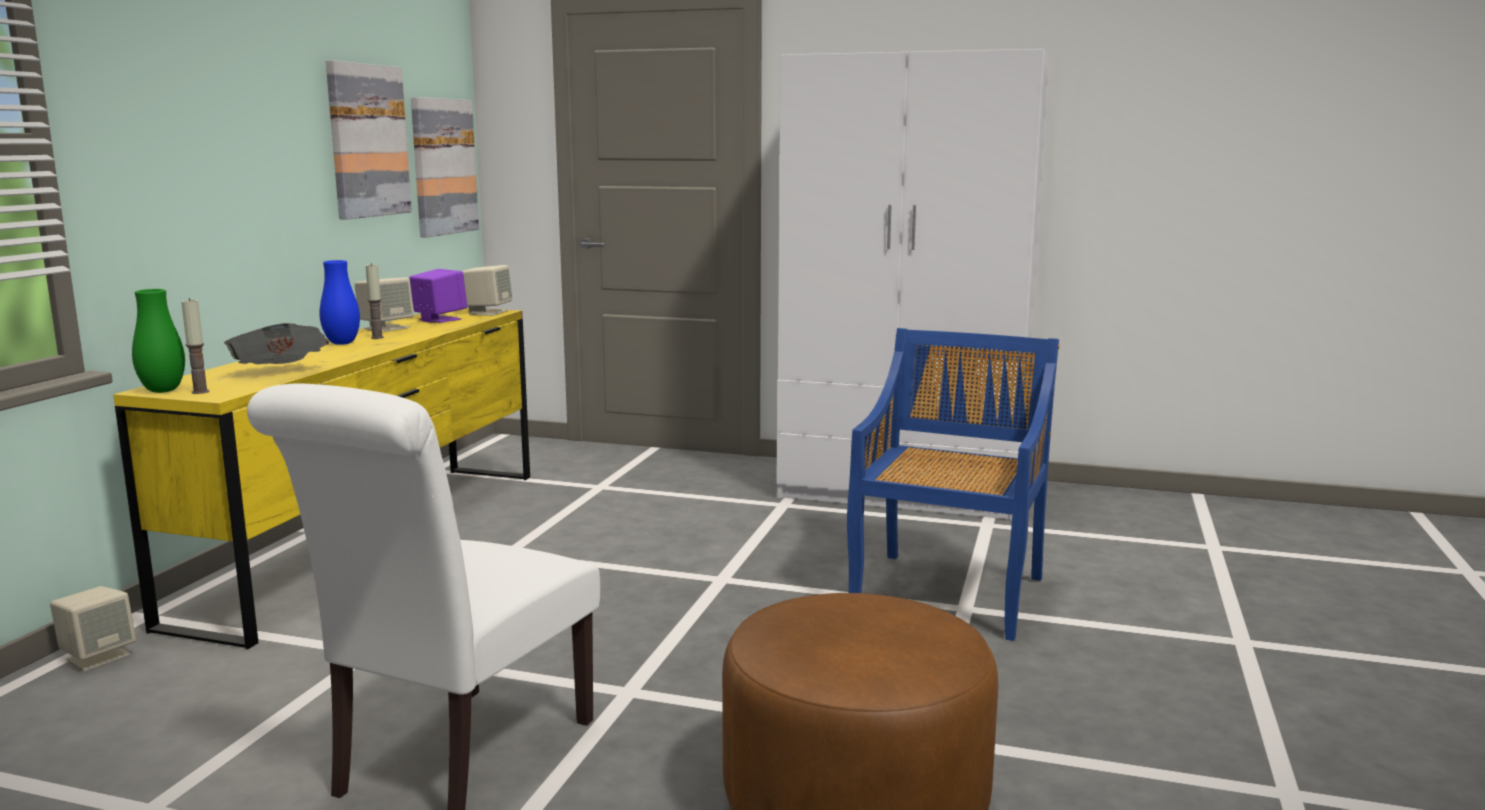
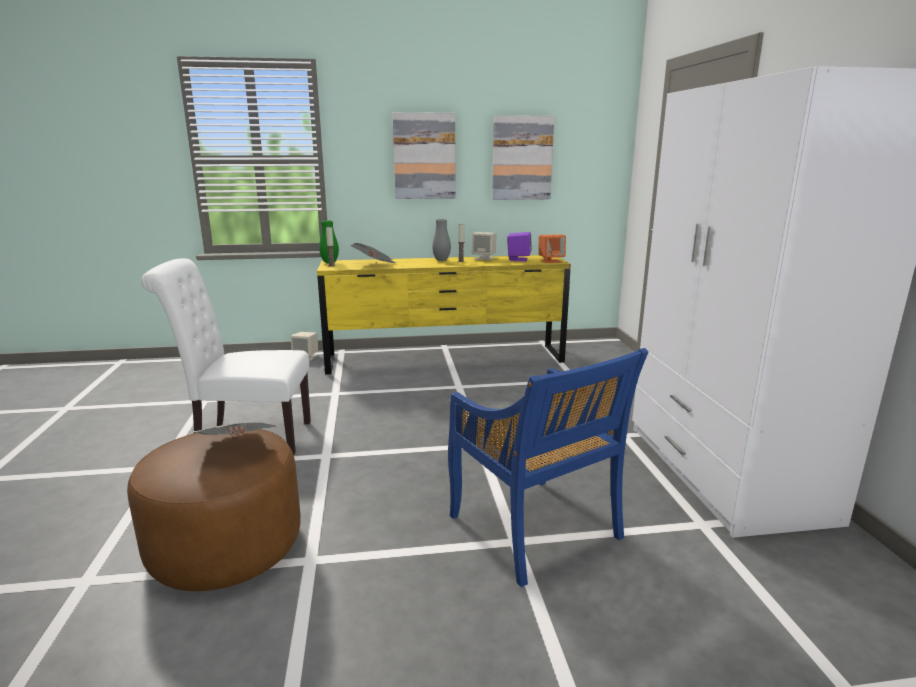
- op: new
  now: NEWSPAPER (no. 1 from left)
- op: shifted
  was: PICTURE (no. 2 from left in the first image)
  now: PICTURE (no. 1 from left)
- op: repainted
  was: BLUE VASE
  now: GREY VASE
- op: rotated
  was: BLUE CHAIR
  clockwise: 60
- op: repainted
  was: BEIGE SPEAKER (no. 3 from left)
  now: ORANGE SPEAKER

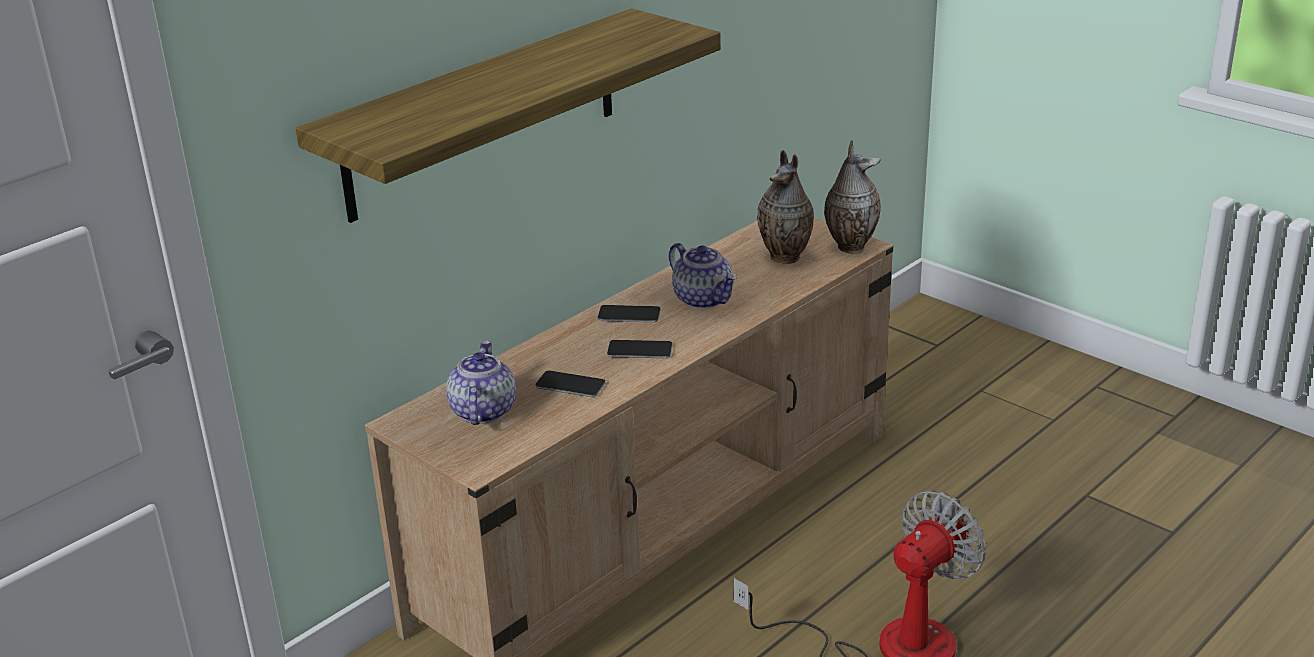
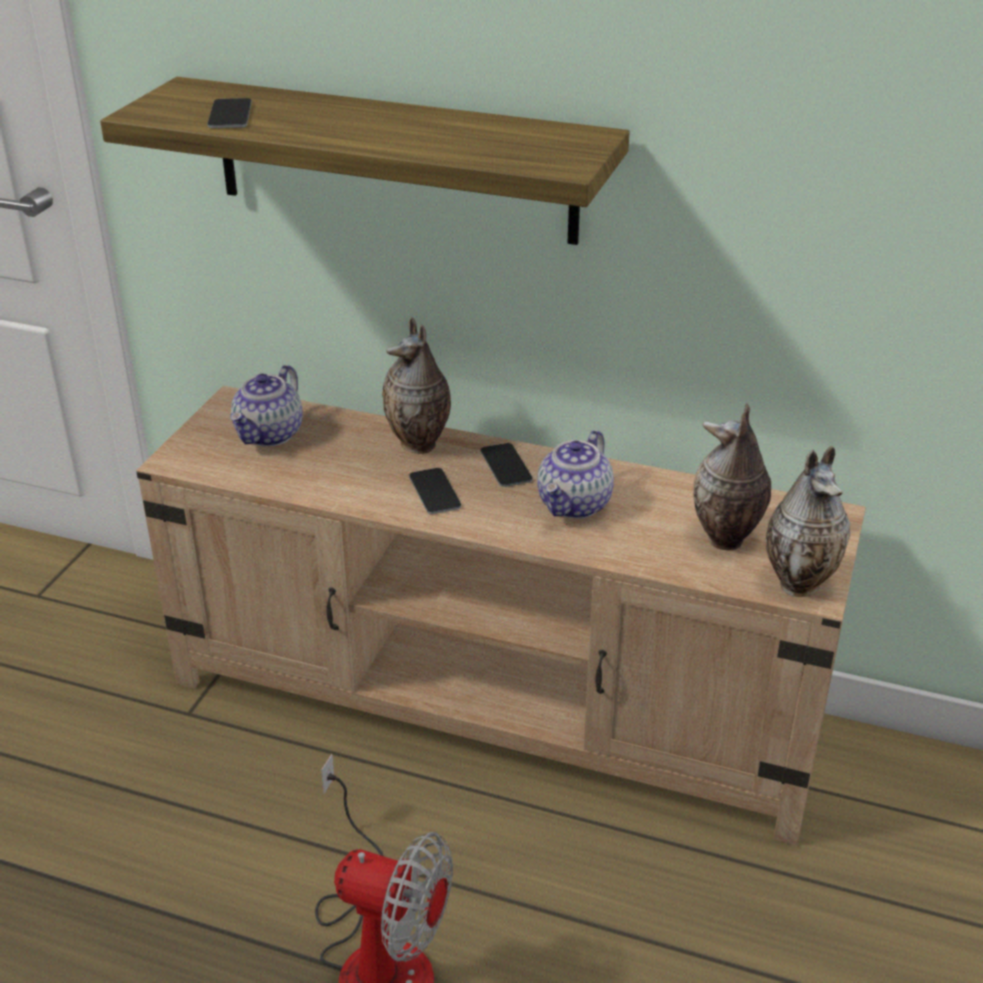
- op: shifted
  was: PHONE (no. 1 from left)
- op: rotated
  was: TEAPOT (no. 1 from left)
  clockwise: 135
- op: new
  now: VASE (no. 1 from left)

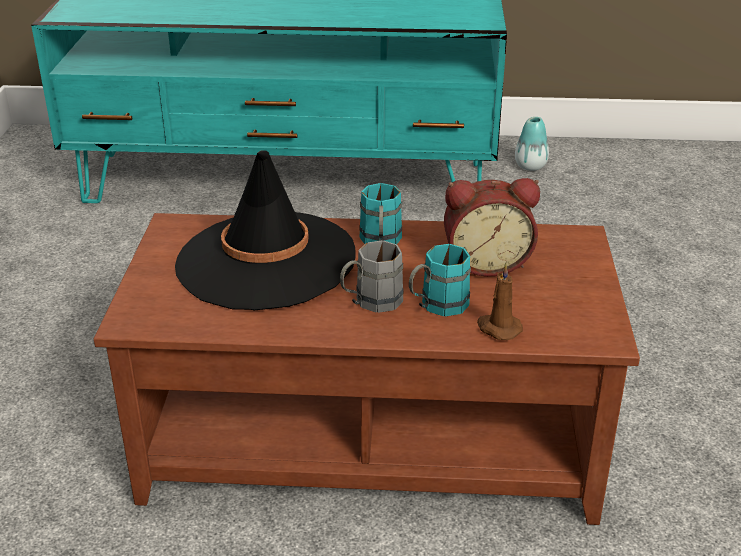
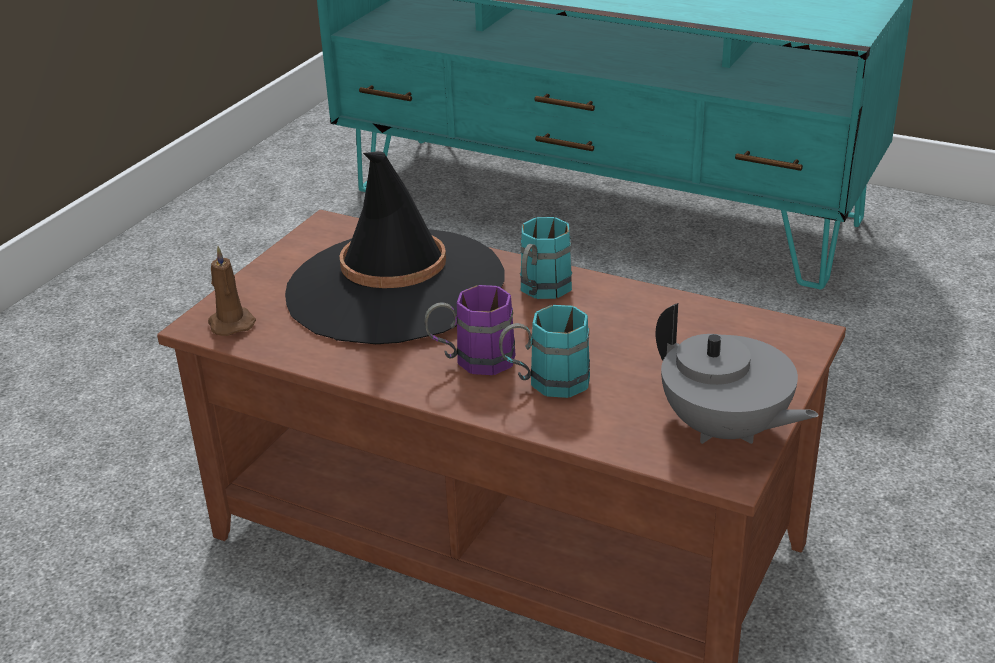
- op: shifted
  was: BROWN CANDLE
- op: repainted
  was: GREY MUG
  now: PURPLE MUG
- op: new
  now: GREY TEAPOT
- op: gone
  was: ALARM CLOCK
- op: gone
  was: VASE

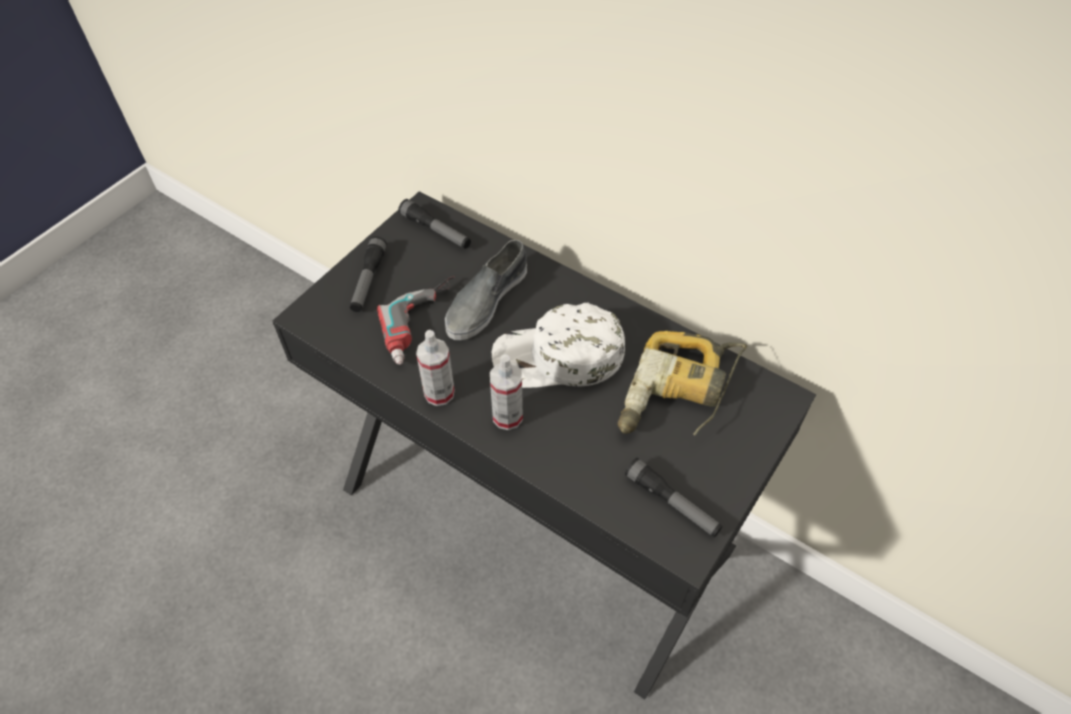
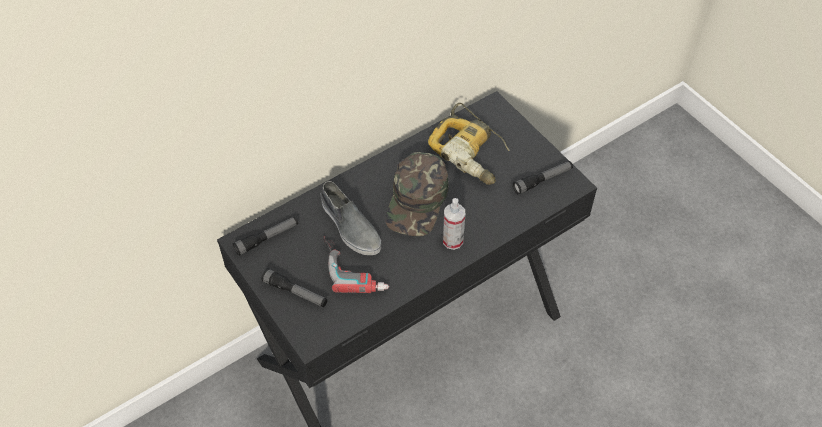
- op: repainted
  was: WHITE CAP
  now: GREEN CAP
- op: gone
  was: SPRAY BOTTLE (no. 1 from left)

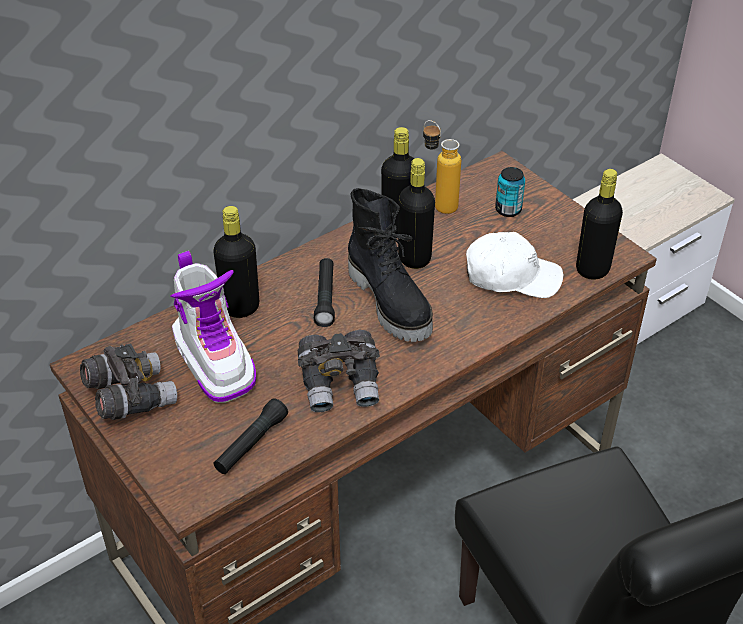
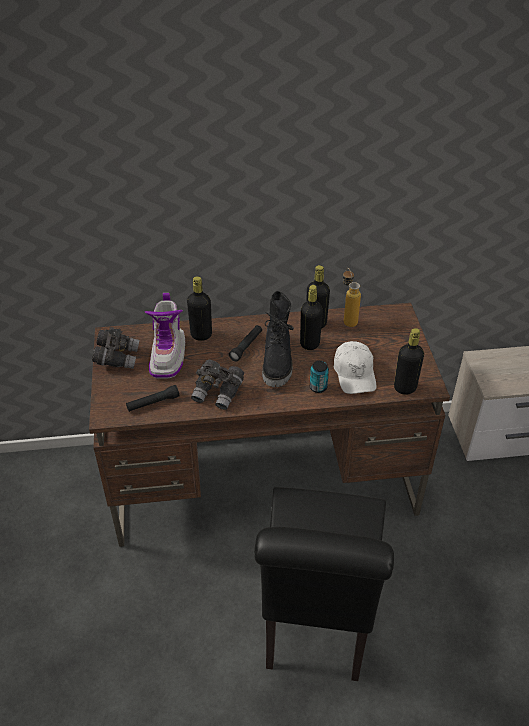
- op: shifted
  was: CAN
- op: rotated
  was: WHITE CAP
  clockwise: 45

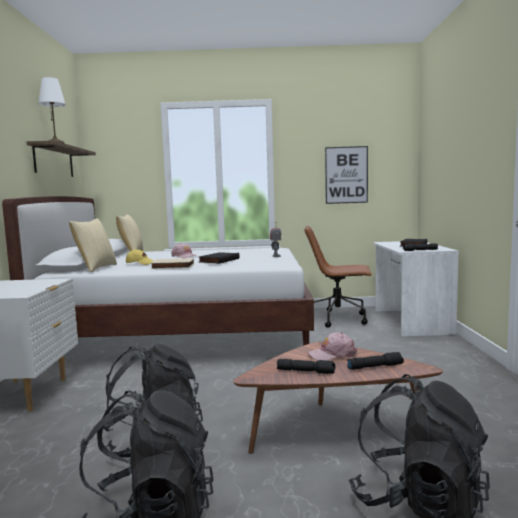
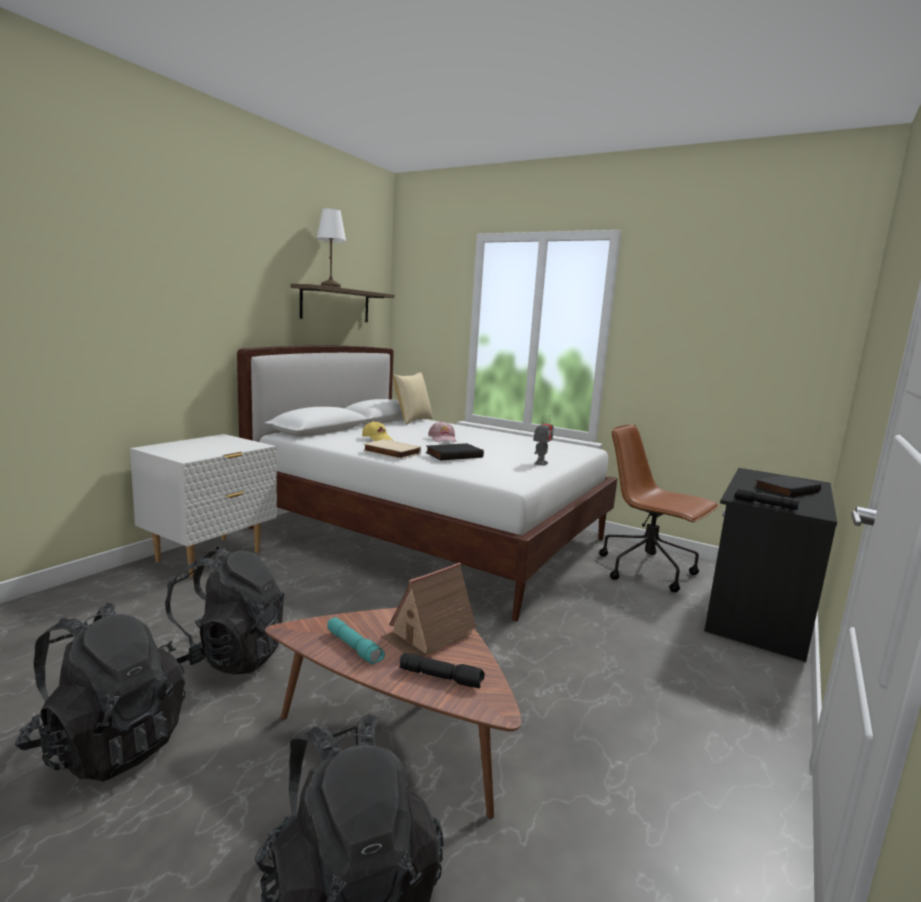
- op: repainted
  was: BLACK FLASHLIGHT (no. 1 from left)
  now: TURQUOISE FLASHLIGHT
- op: swapped
  was: PINK CAP (no. 2 from left)
  now: TOY HOUSE
- op: repainted
  was: WHITE DESK
  now: BLACK DESK
- op: gone
  was: PILLOW (no. 1 from left)
- op: gone
  was: PICTURE

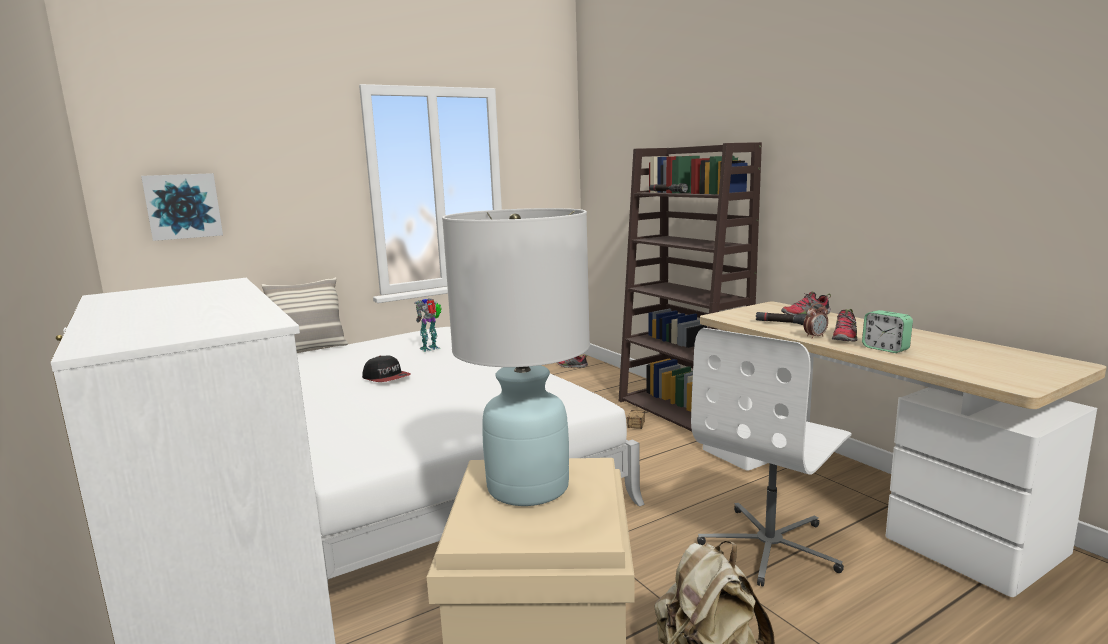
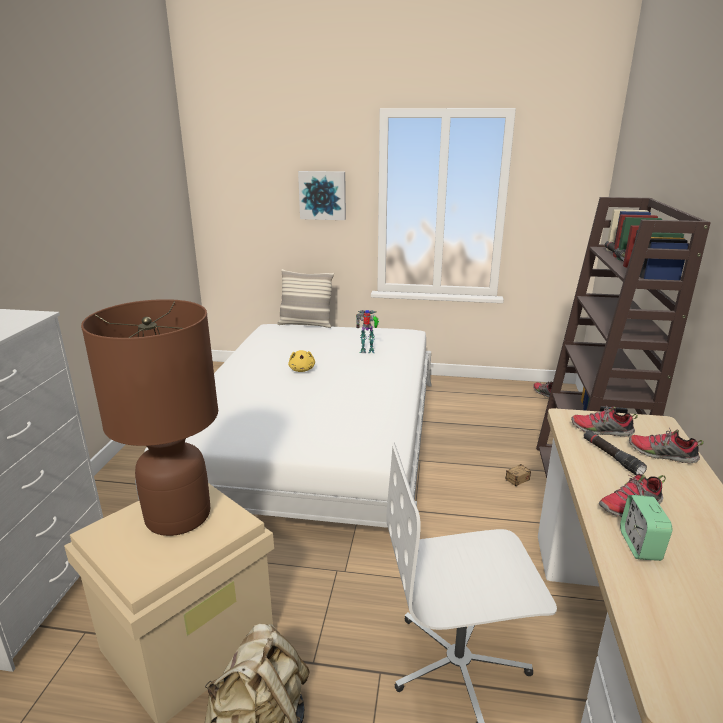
- op: repainted
  was: WHITE TABLE LAMP
  now: BROWN TABLE LAMP
- op: swapped
  was: CAP
  now: YELLOW PLUSH TOY
- op: shifted
  was: PICTURE
- op: new
  now: SHOE (no. 2 from left)
- op: gone
  was: ALARM CLOCK (no. 1 from left)

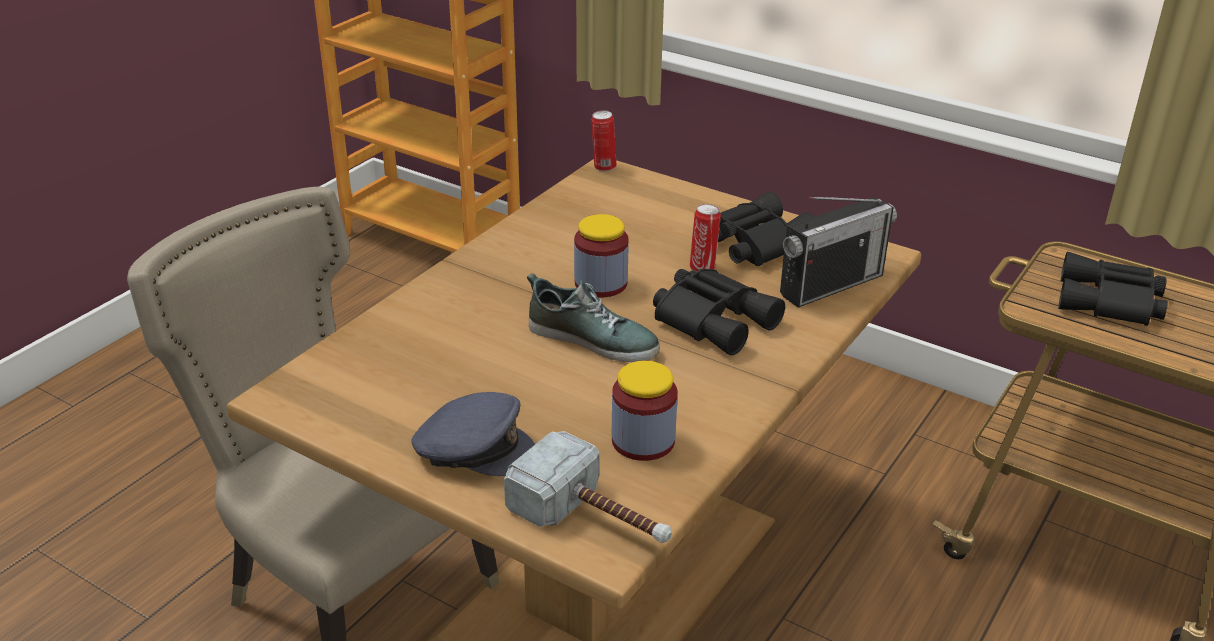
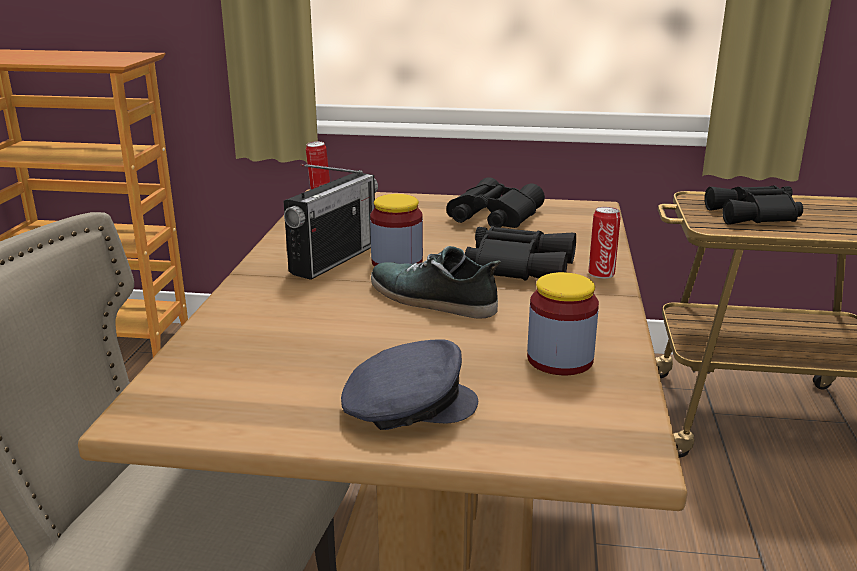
- op: shifted
  was: RADIO
- op: rotated
  was: SHOE
  clockwise: -150
- op: shifted
  was: CAN (no. 2 from left)
- op: gone
  was: HAMMER

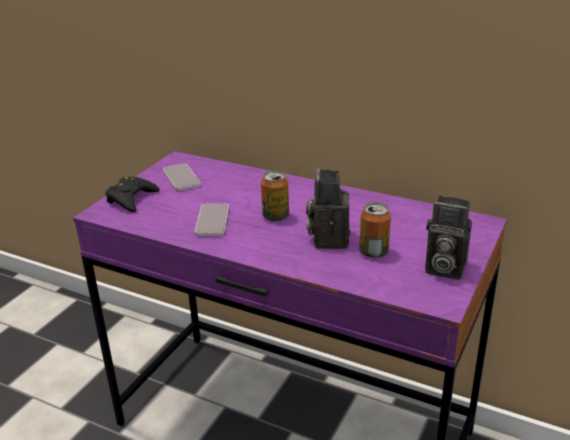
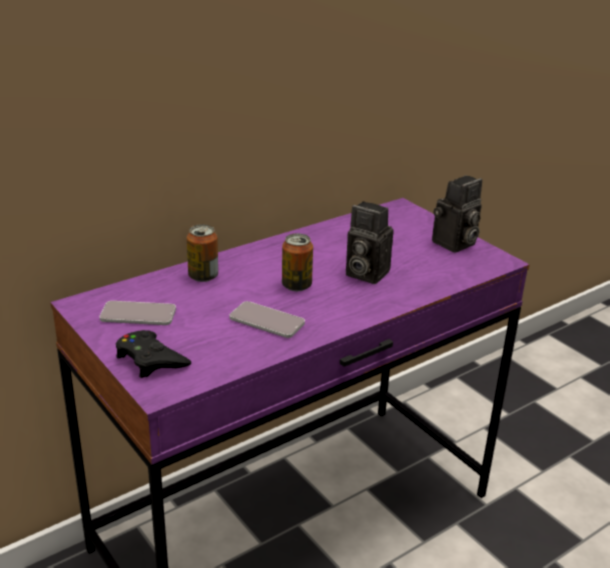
- op: shifted
  was: CAN (no. 2 from left in the first image)
  now: CAN (no. 1 from left)

